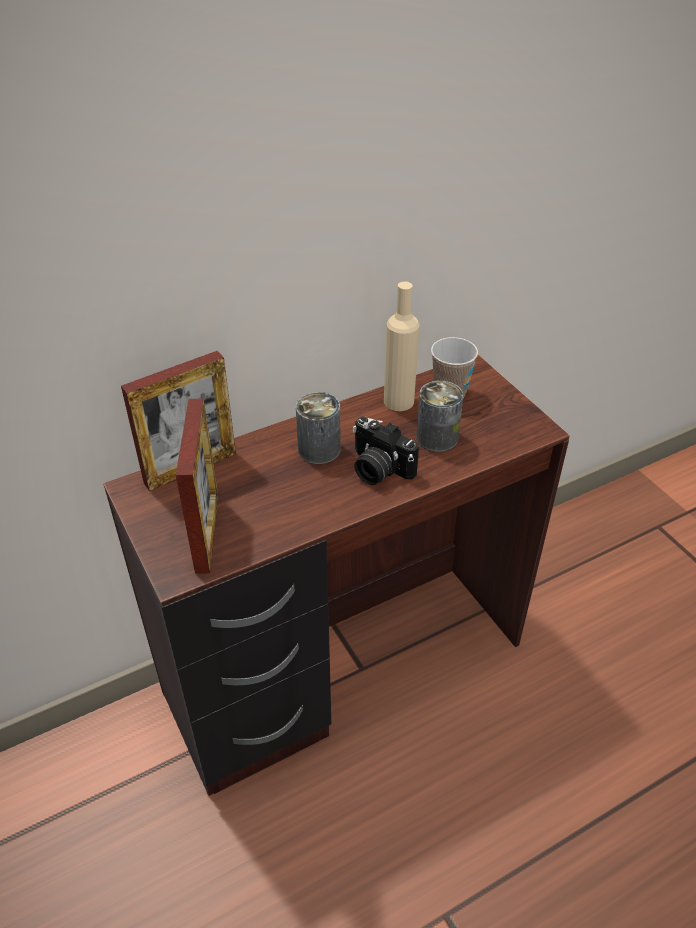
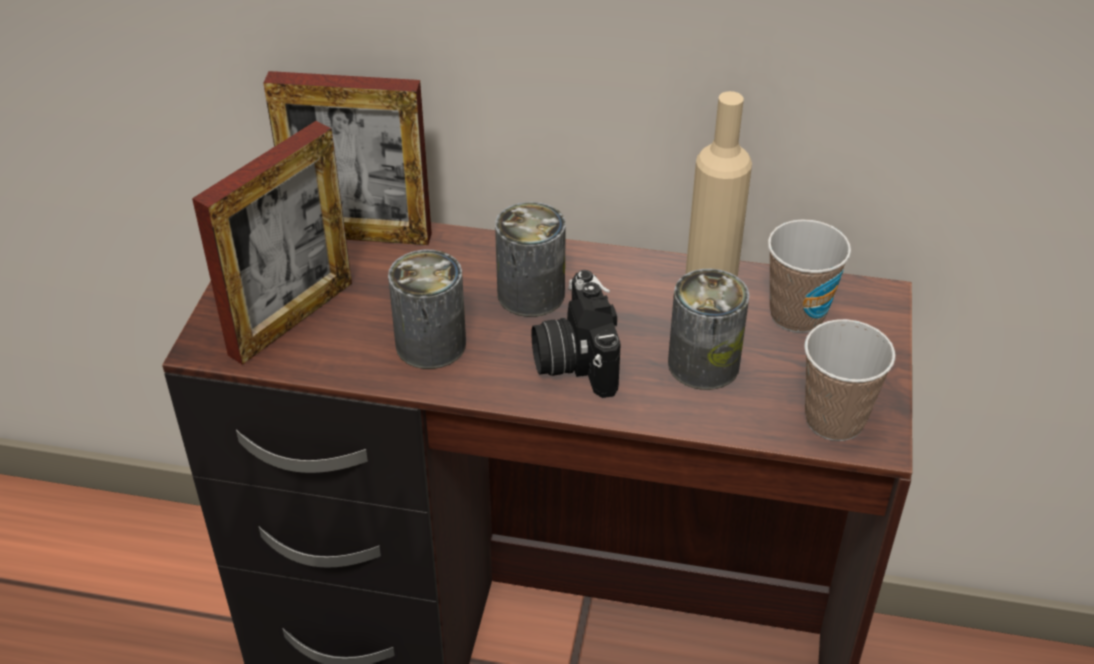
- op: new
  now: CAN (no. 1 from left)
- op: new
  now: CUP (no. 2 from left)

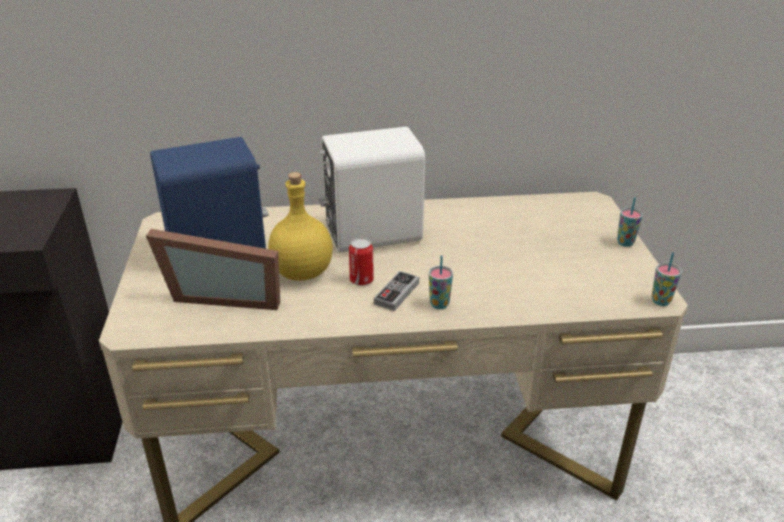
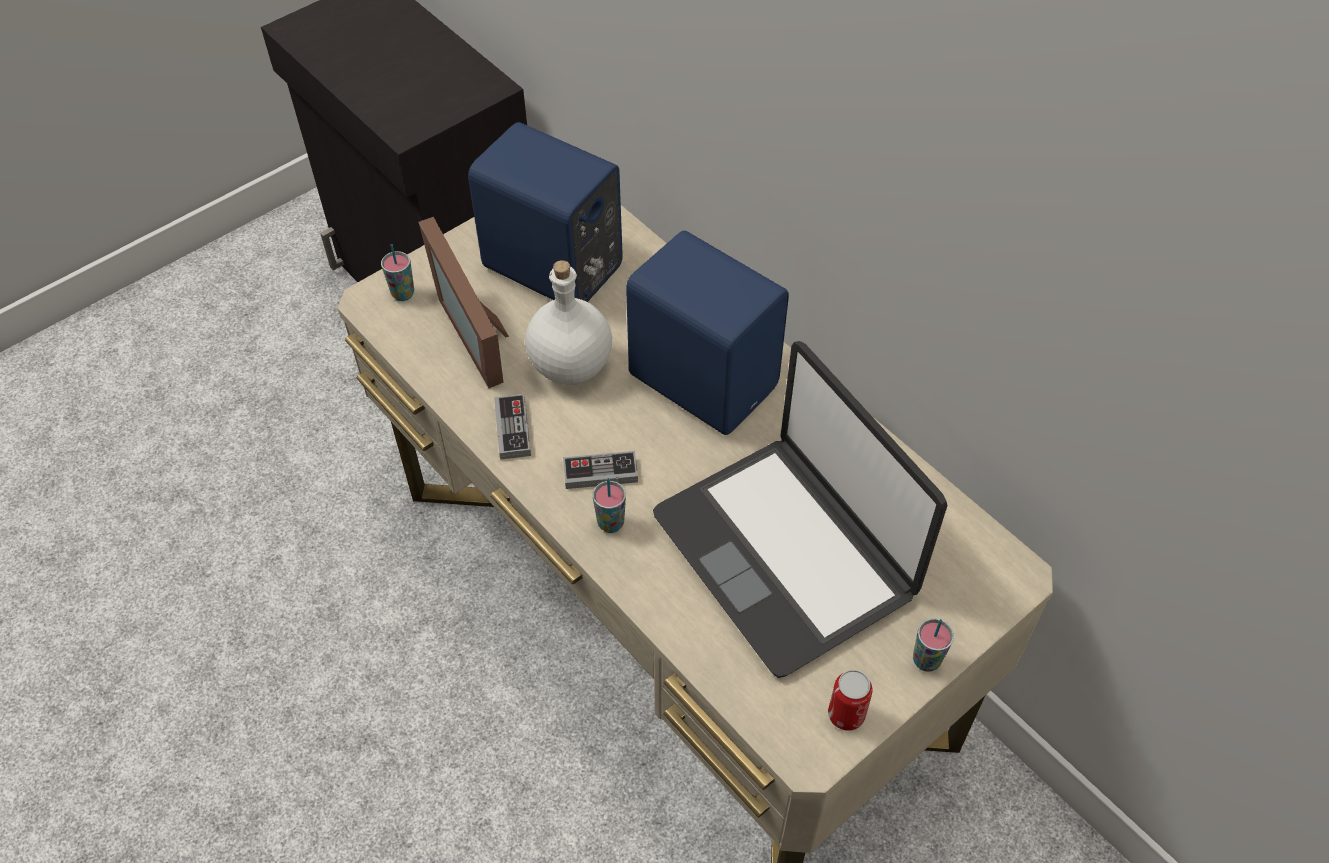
- op: shifted
  was: CUP (no. 3 from left in the first image)
  now: CUP (no. 1 from left)
- op: new
  now: GAME CONTROLLER (no. 1 from left)
- op: repainted
  was: YELLOW BOTTLE
  now: WHITE BOTTLE
- op: repainted
  was: WHITE SPEAKER
  now: BLUE SPEAKER (no. 2 from left)
- op: new
  now: LAPTOP
- op: shifted
  was: CAN

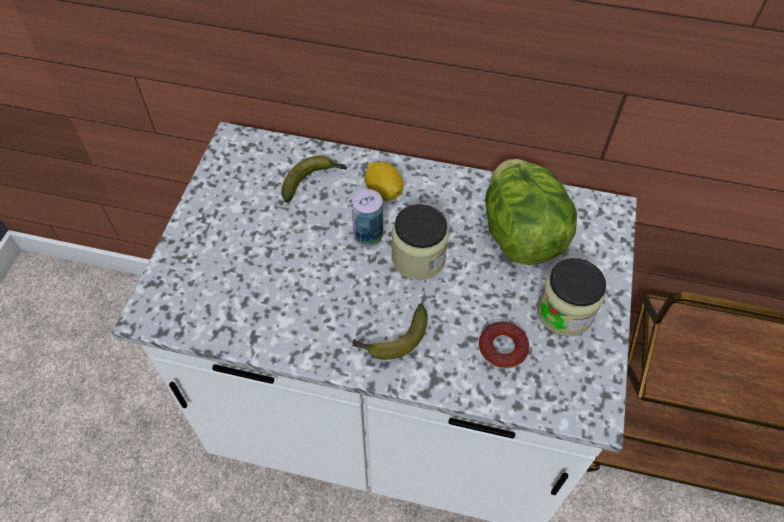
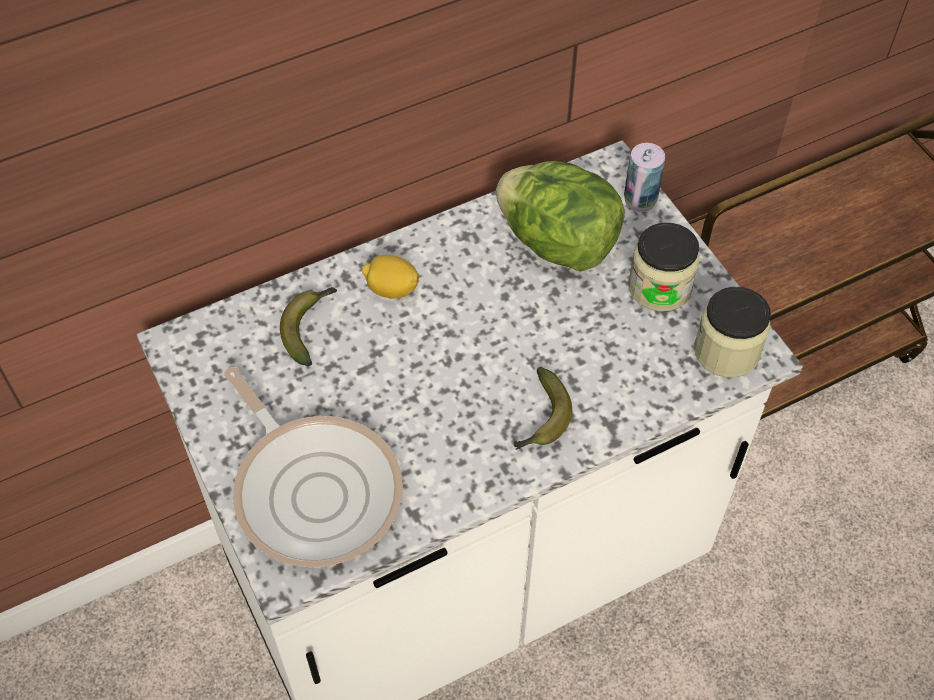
- op: new
  now: FRYING PAN
- op: shifted
  was: CAN
- op: shifted
  was: JAR (no. 1 from left in the first image)
  now: JAR (no. 2 from left)
- op: gone
  was: DONUT

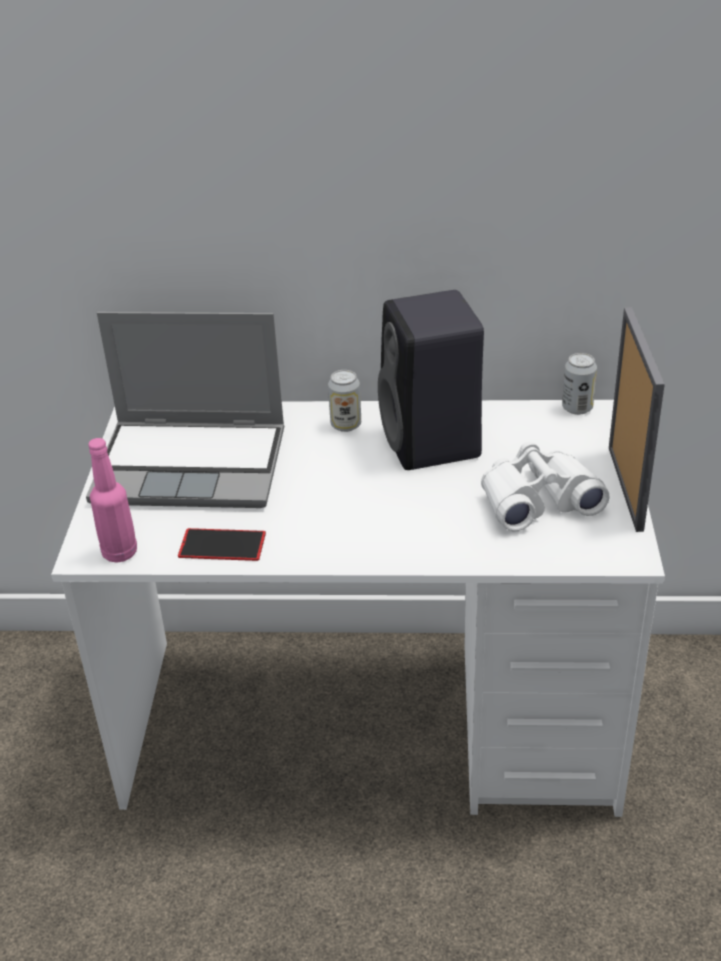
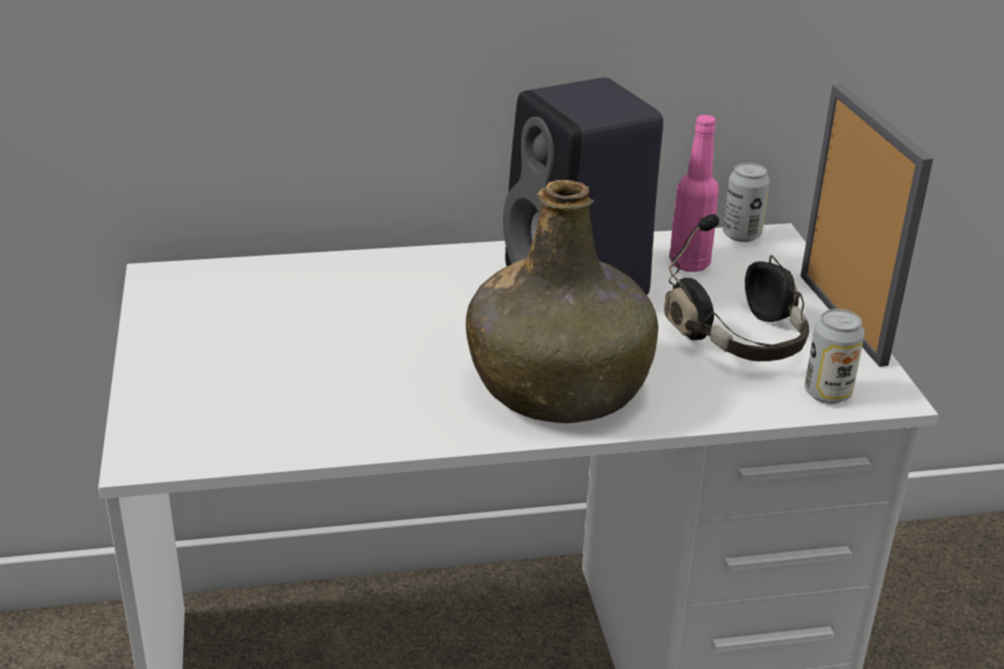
- op: new
  now: GREEN BOTTLE
- op: swapped
  was: WHITE BINOCULARS
  now: BLACK HEADPHONES
- op: shifted
  was: PINK BOTTLE
- op: shifted
  was: CAN (no. 1 from left in the first image)
  now: CAN (no. 2 from left)
- op: gone
  was: LAPTOP
- op: gone
  was: PHONE

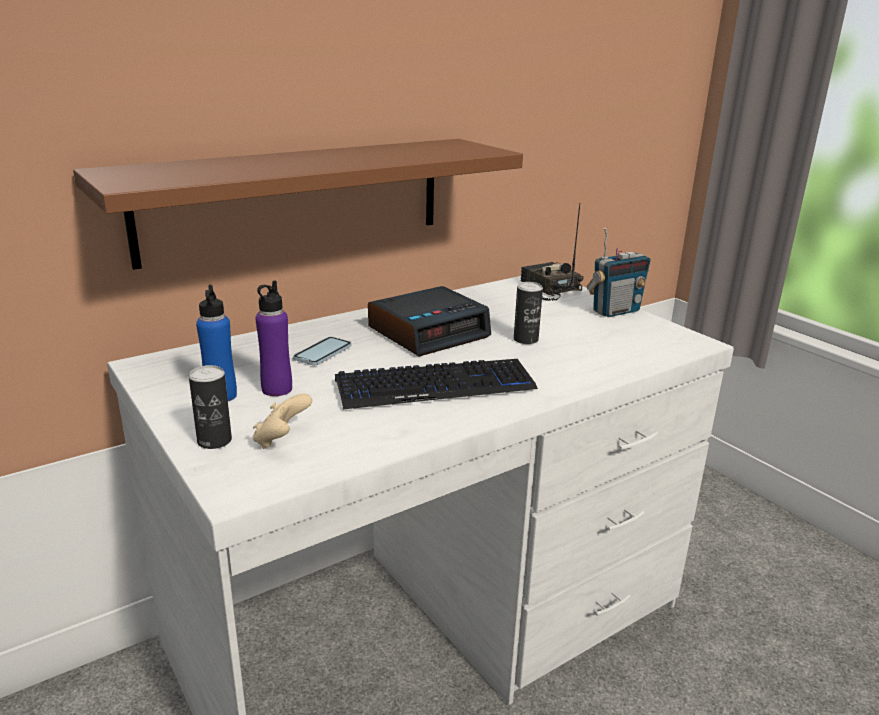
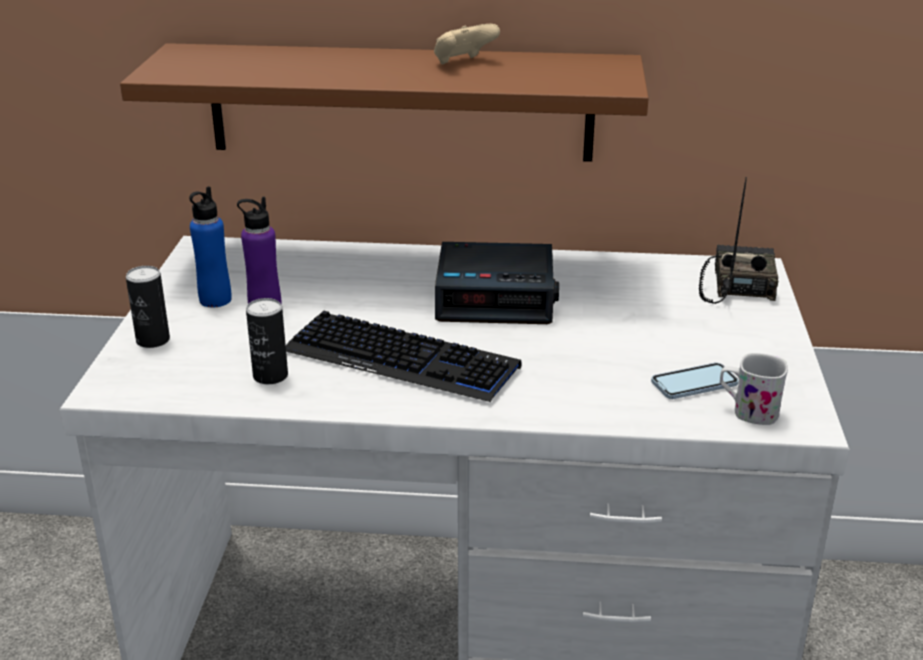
- op: shifted
  was: CAN (no. 2 from left)
- op: shifted
  was: BEIGE GAME CONTROLLER
- op: shifted
  was: PHONE
- op: new
  now: WHITE MUG
- op: gone
  was: RADIO (no. 2 from left)

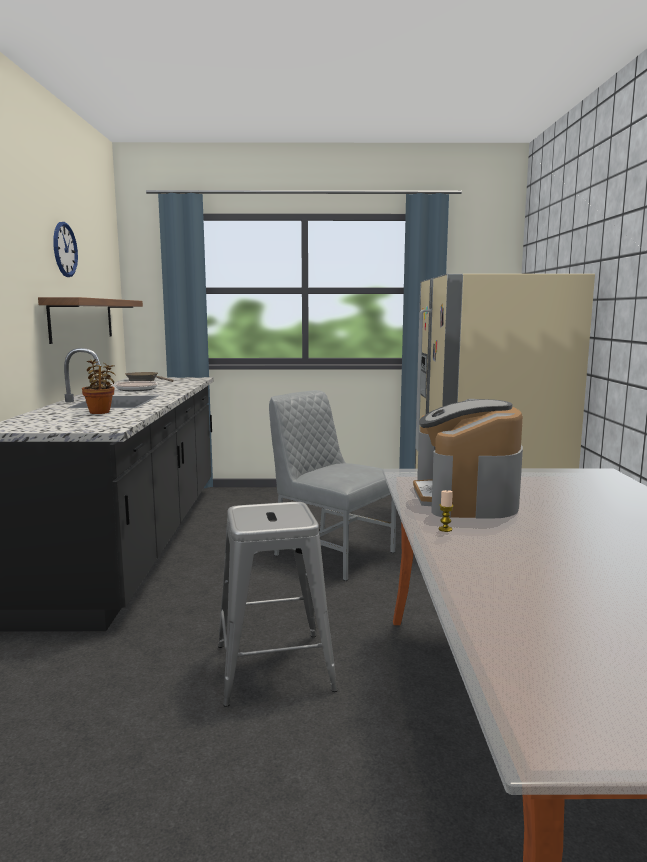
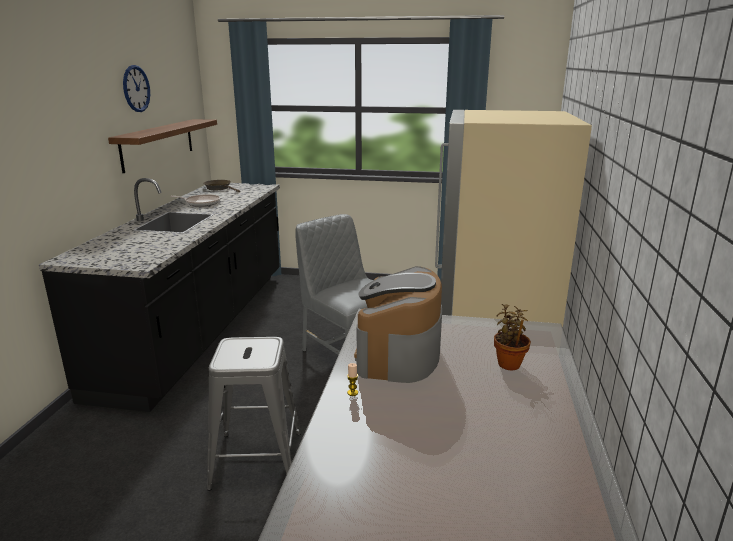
- op: shifted
  was: POTTED PLANT

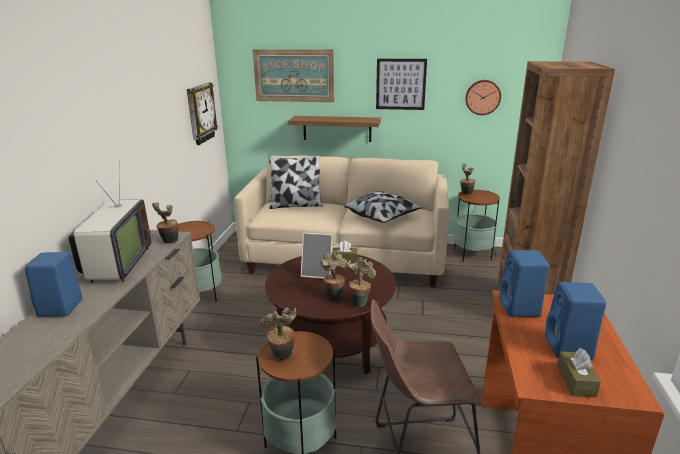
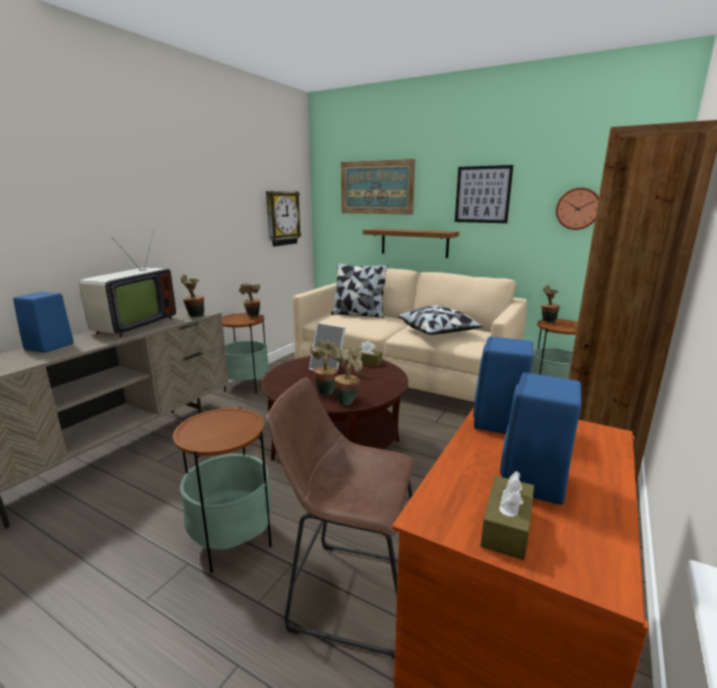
- op: shifted
  was: POTTED PLANT (no. 2 from left)

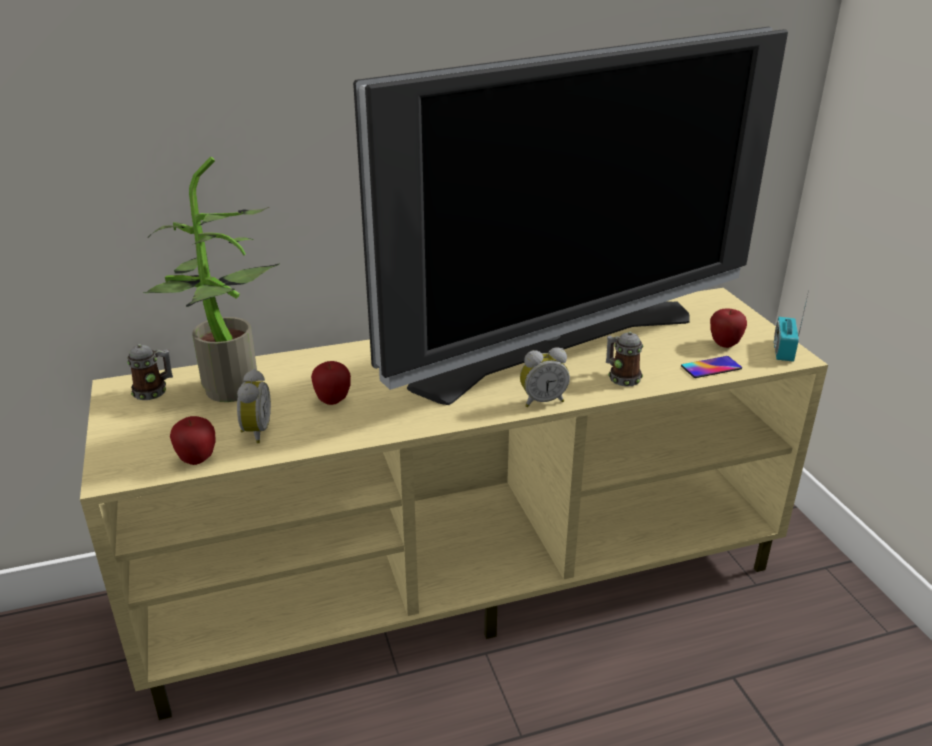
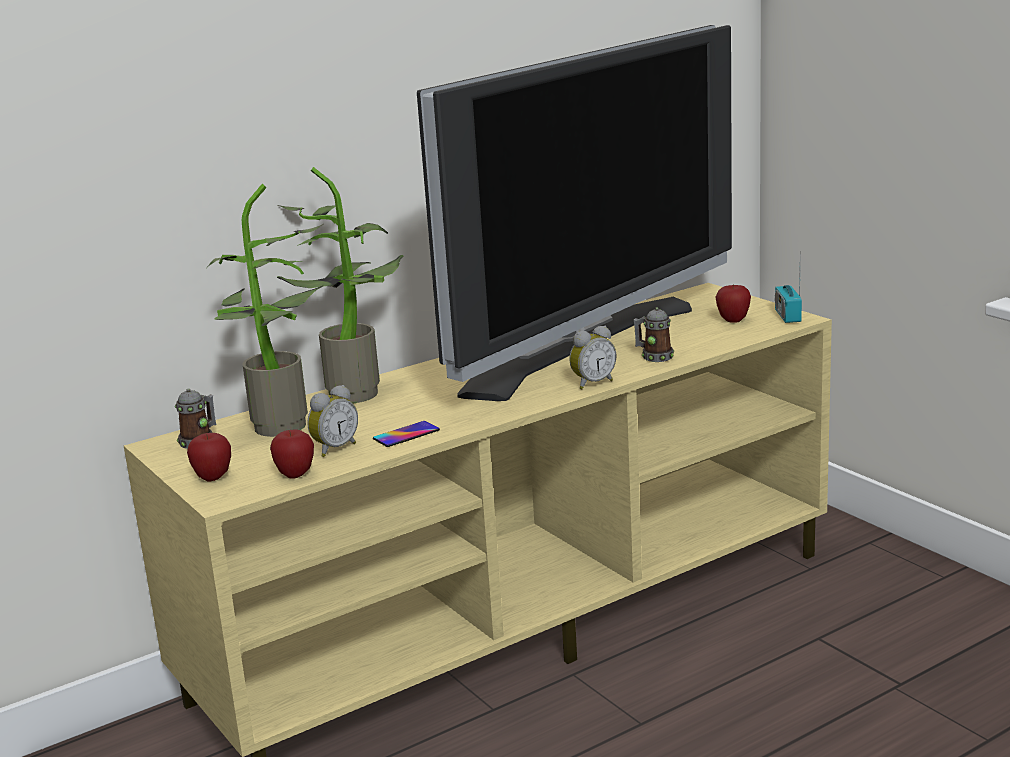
- op: shifted
  was: APPLE (no. 2 from left in the first image)
  now: APPLE (no. 1 from left)
- op: new
  now: POTTED PLANT (no. 2 from left)
- op: rotated
  was: ALARM CLOCK (no. 1 from left)
  clockwise: 60
- op: shifted
  was: PHONE

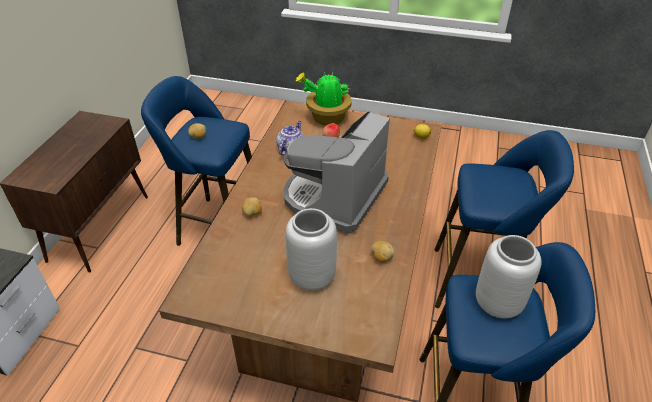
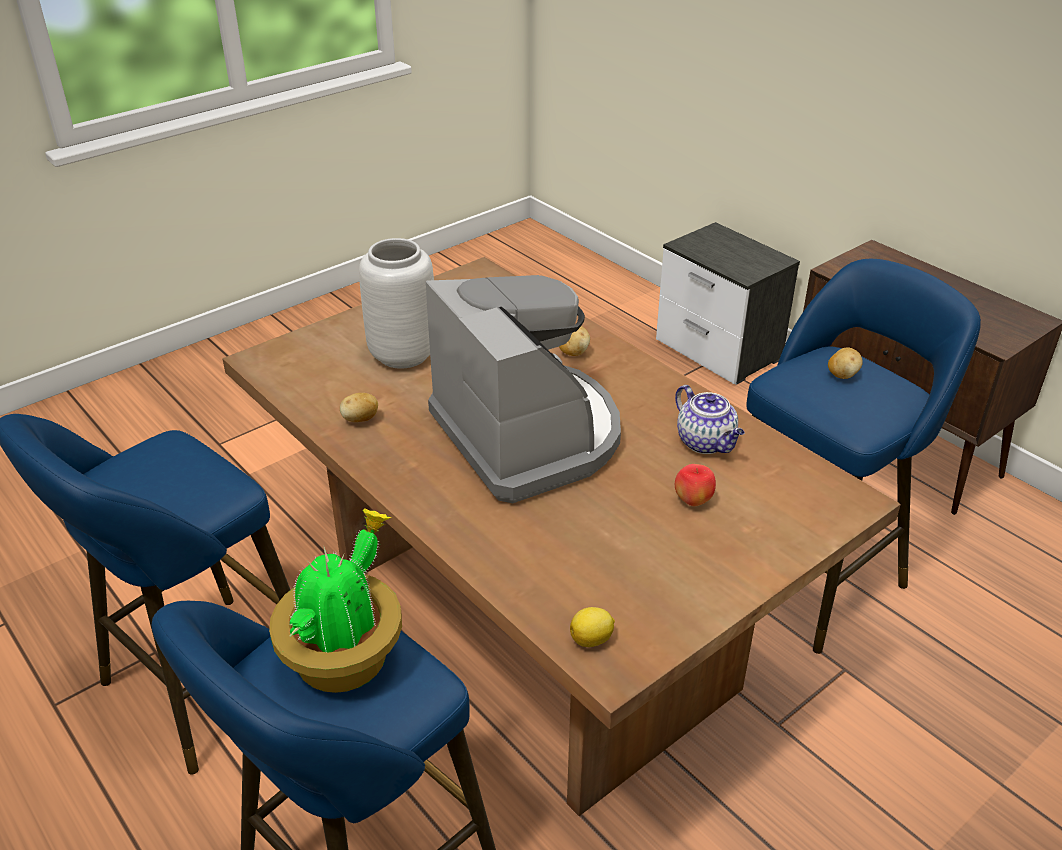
- op: shifted
  was: POTTED PLANT
- op: gone
  was: GREY VASE (no. 2 from left)

